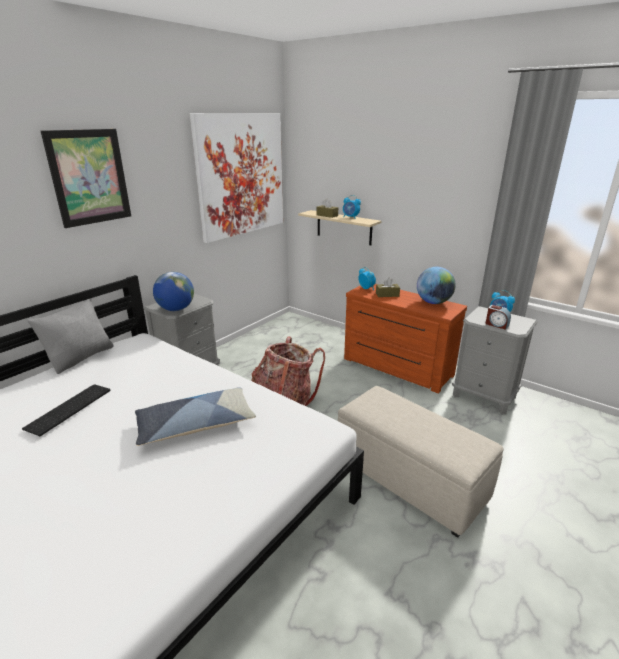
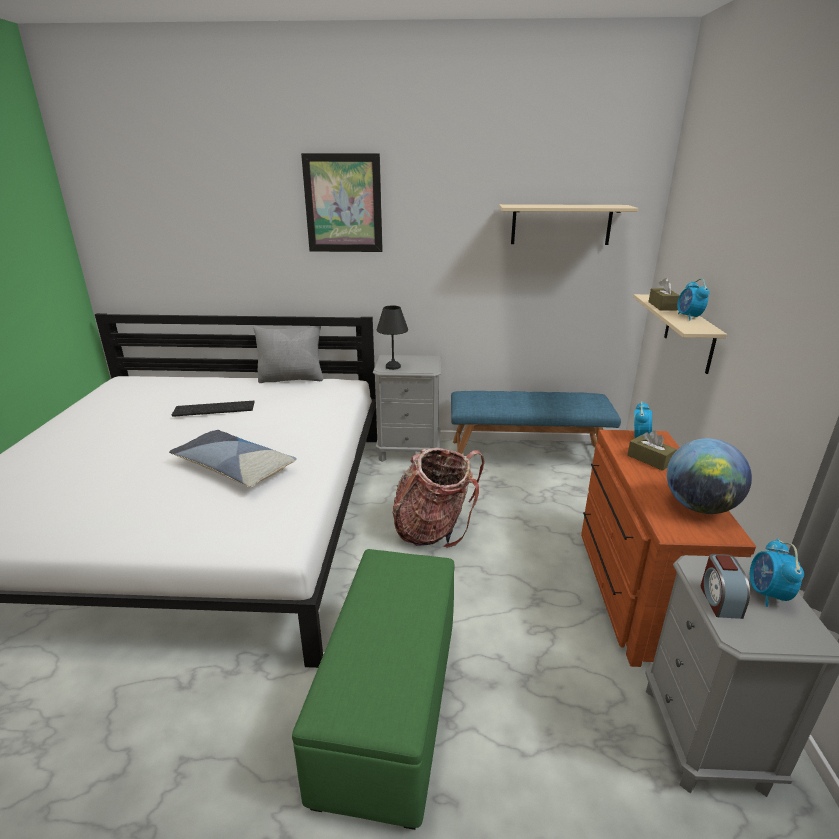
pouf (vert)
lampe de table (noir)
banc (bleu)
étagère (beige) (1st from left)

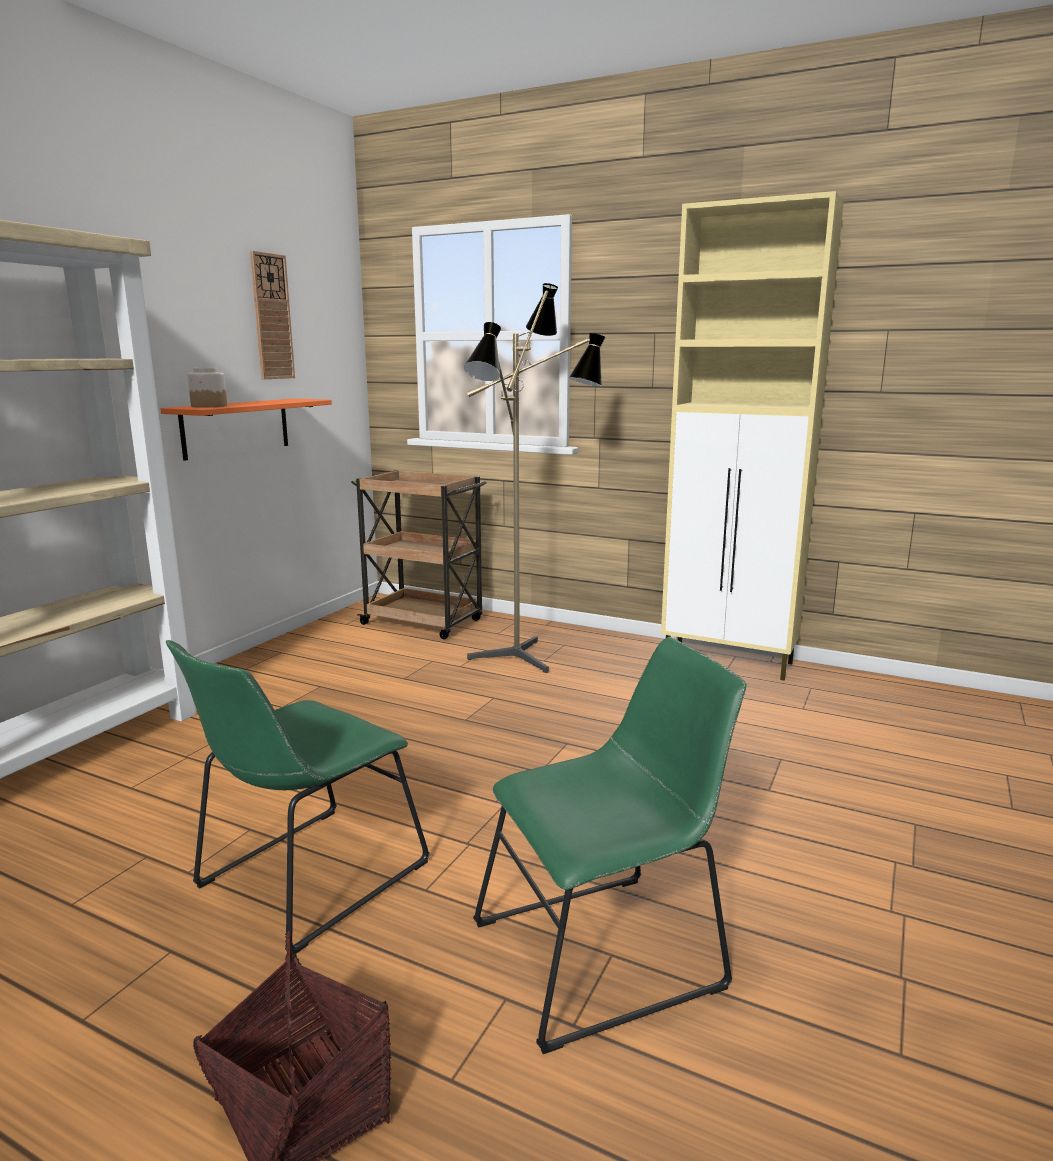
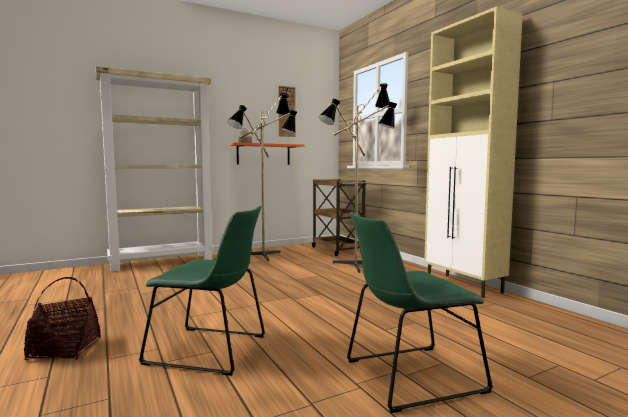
lampadaire (1st from left)
chaise (vert) (2nd from left)

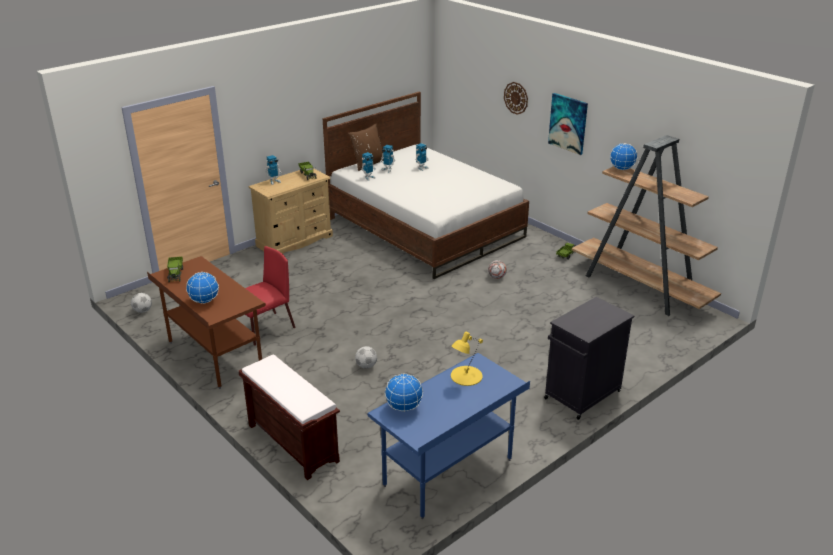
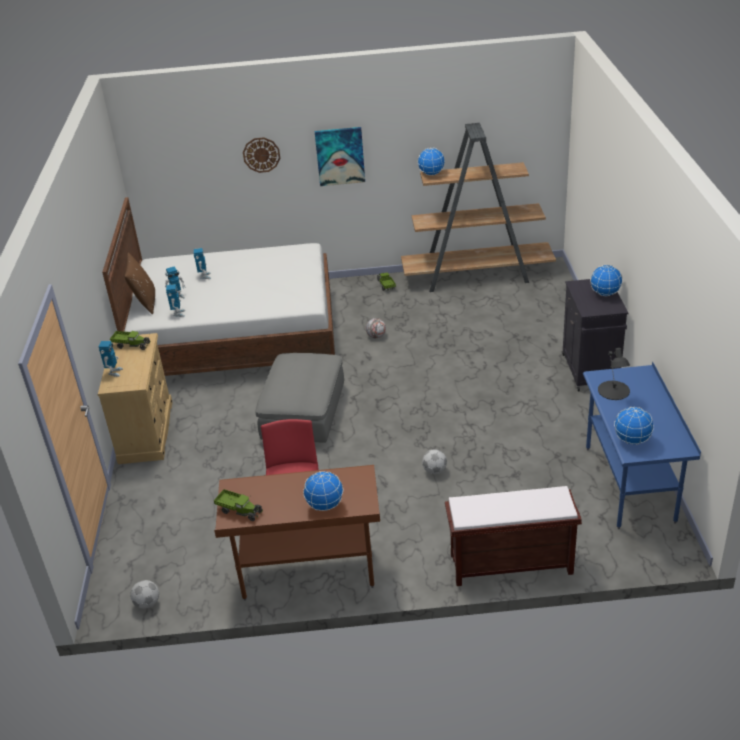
pouf (gris)
globe (3rd from left)
lampe de table (noir)

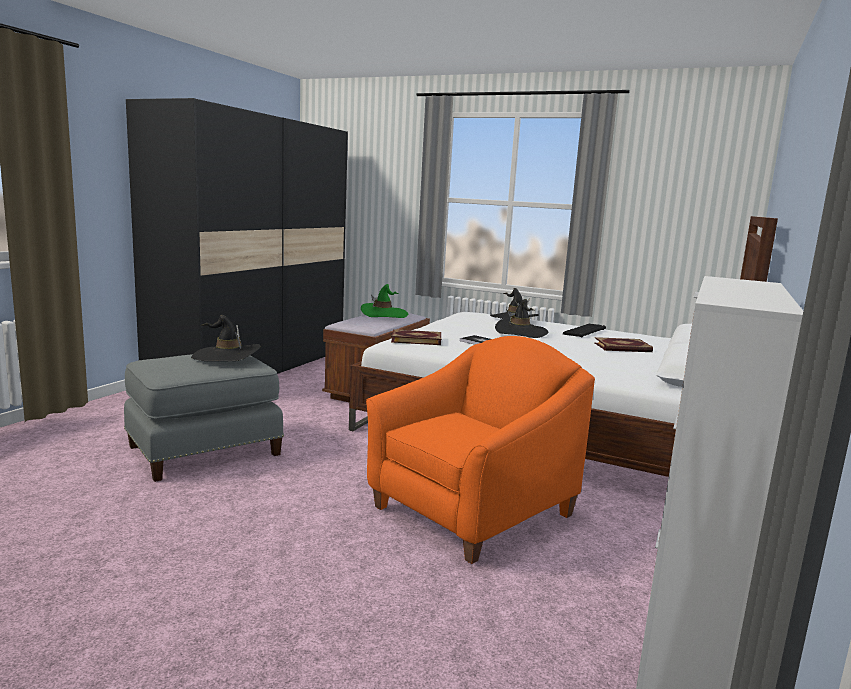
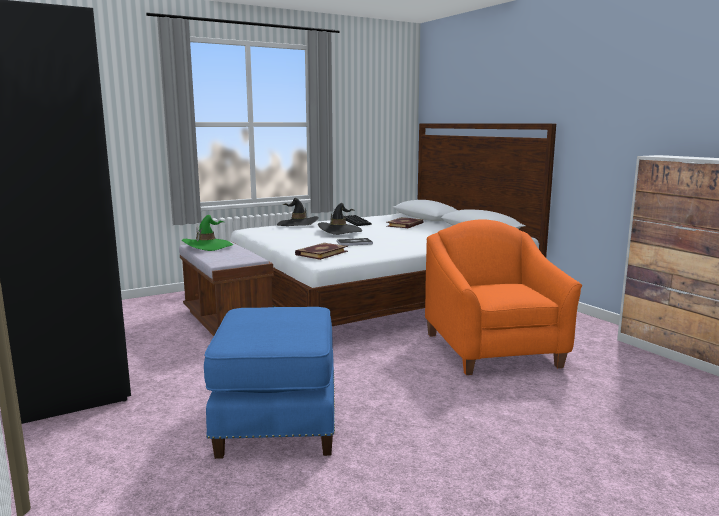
pouf (bleu)
chapeau (noir) (1st from left in the first image)

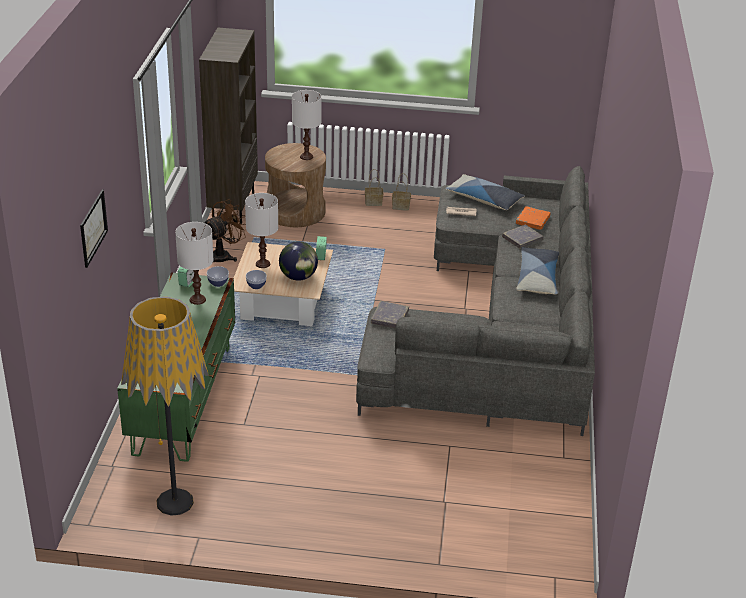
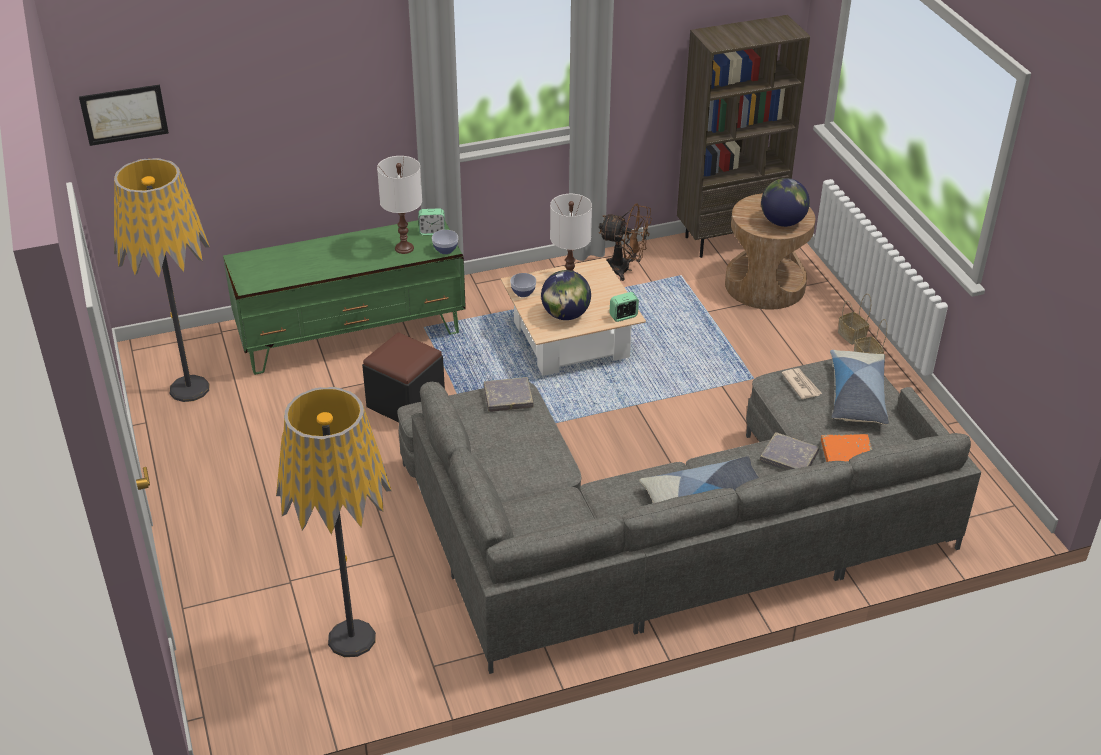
tableau
lampadaire (2nd from left)
pouf (noir)
globe (2nd from left)

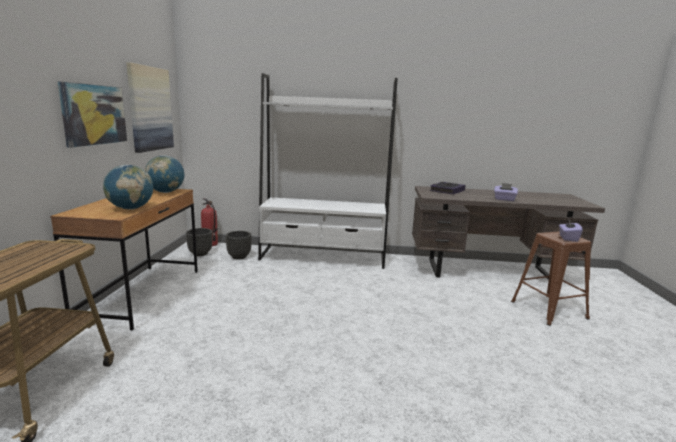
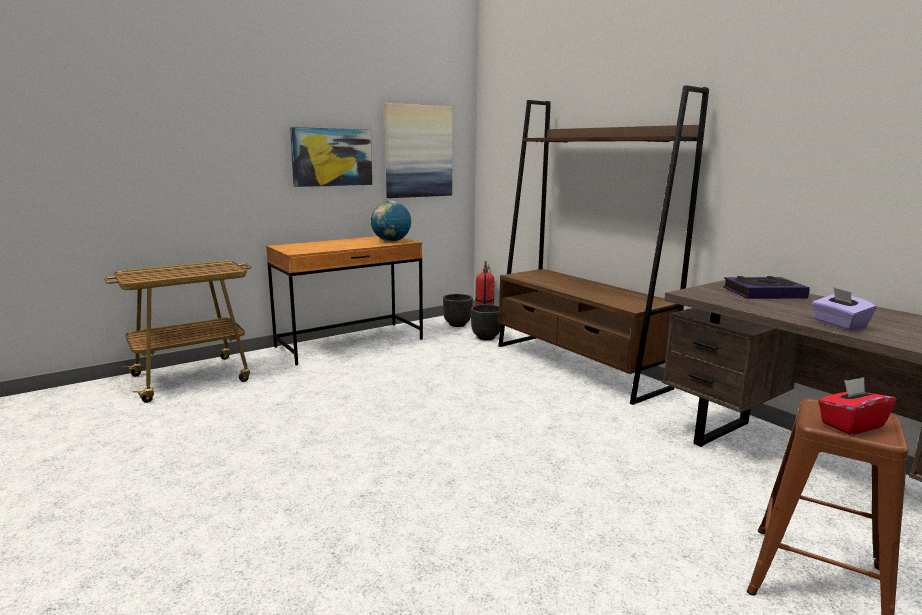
bibliothèque (marron)
boîte à mouchoirs (rouge)
globe (1st from left in the first image)

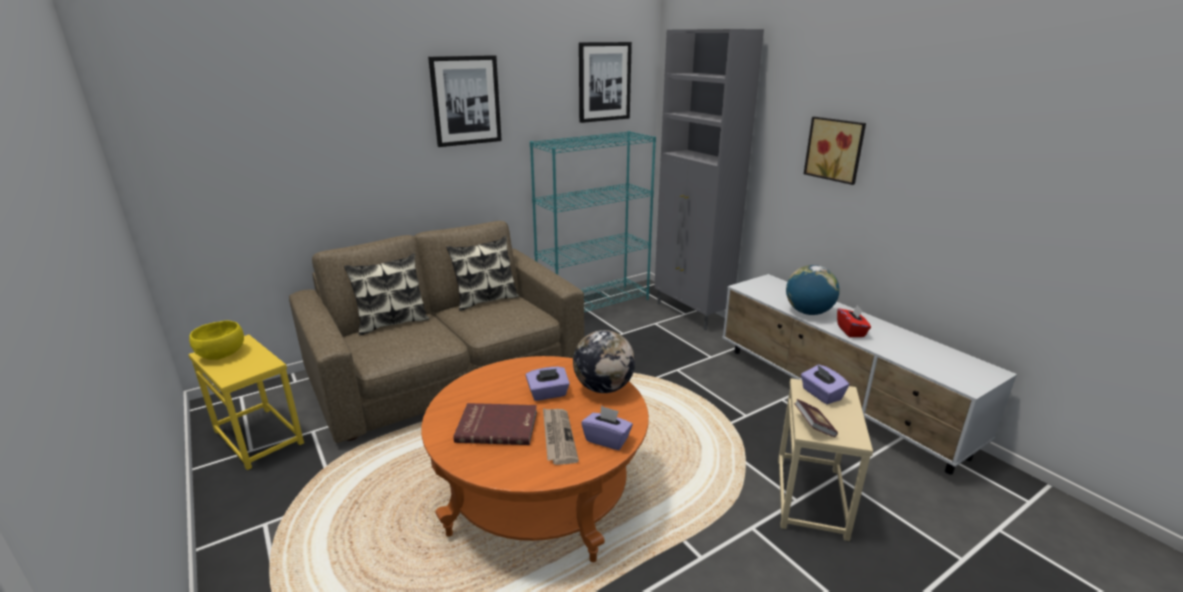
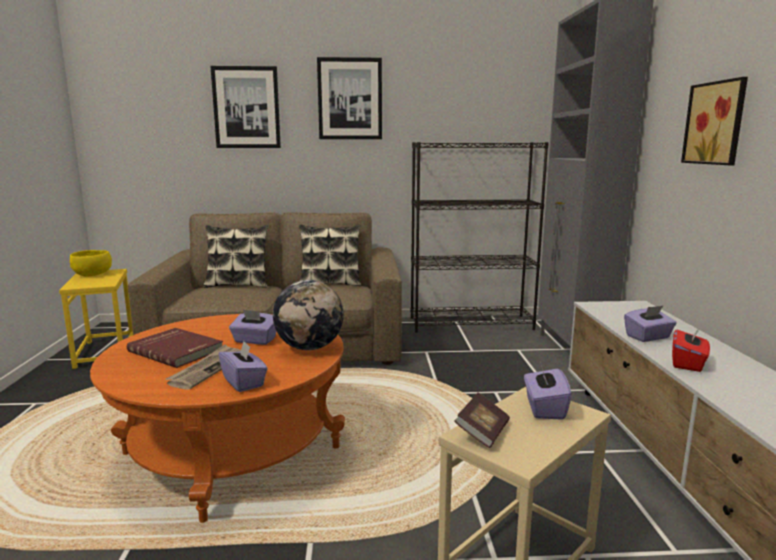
tableau (1st from left)
bibliothèque (noir)
boîte à mouchoirs (violet) (4th from left)

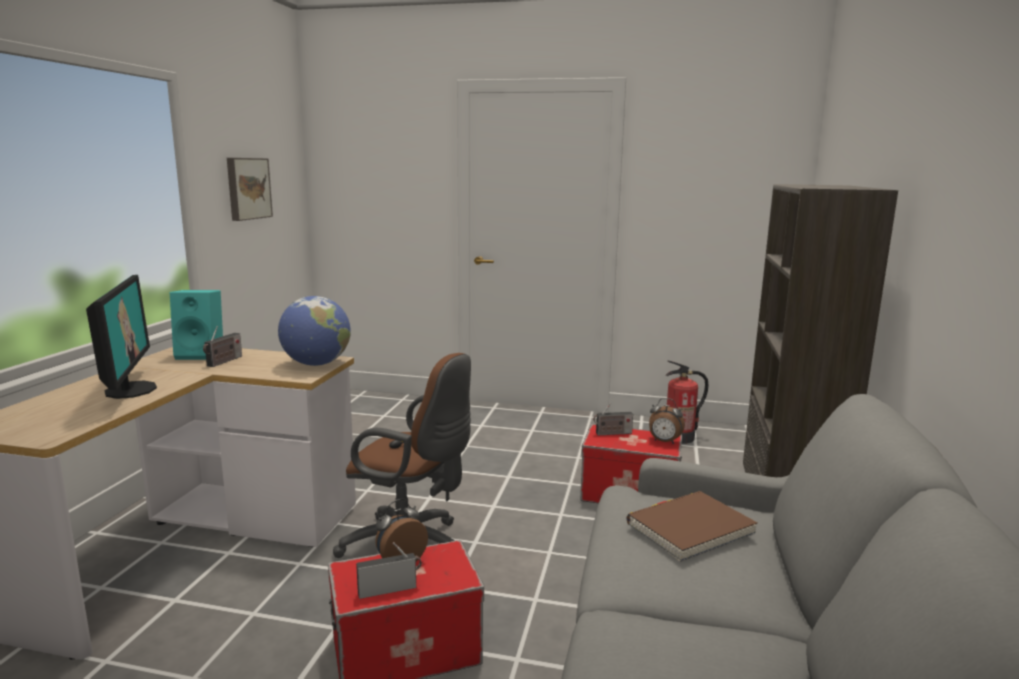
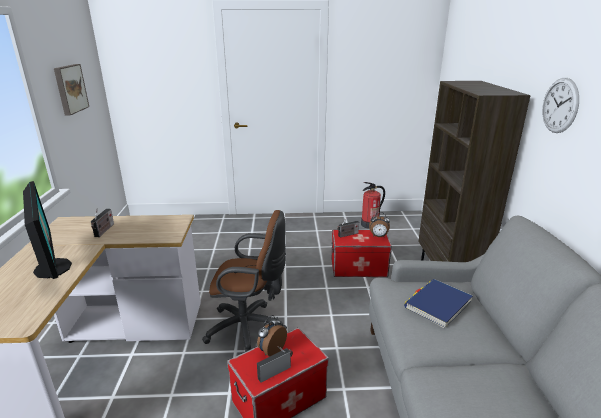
livre (bleu)
horloge murale
enceinte (turquoise)
globe

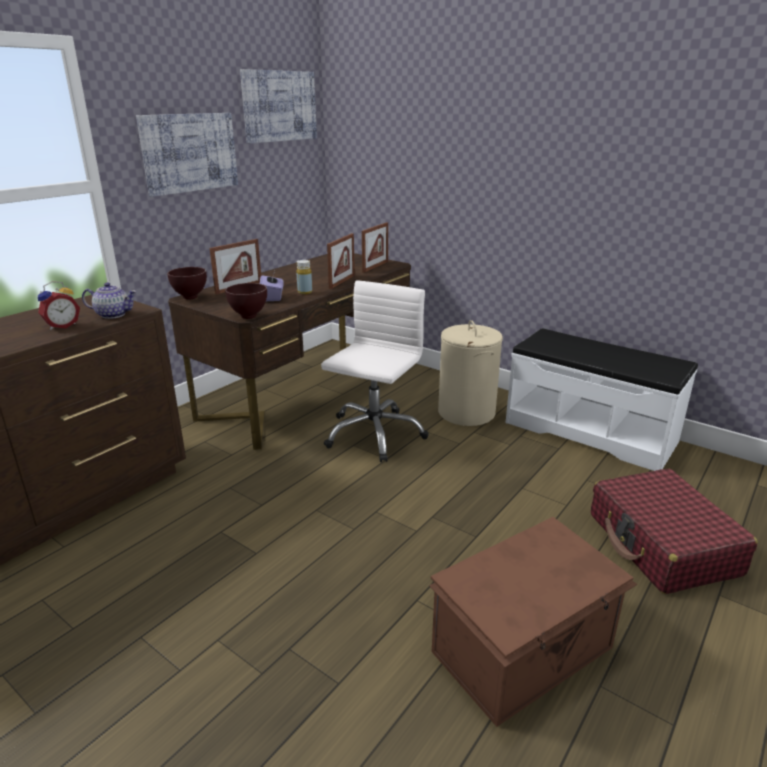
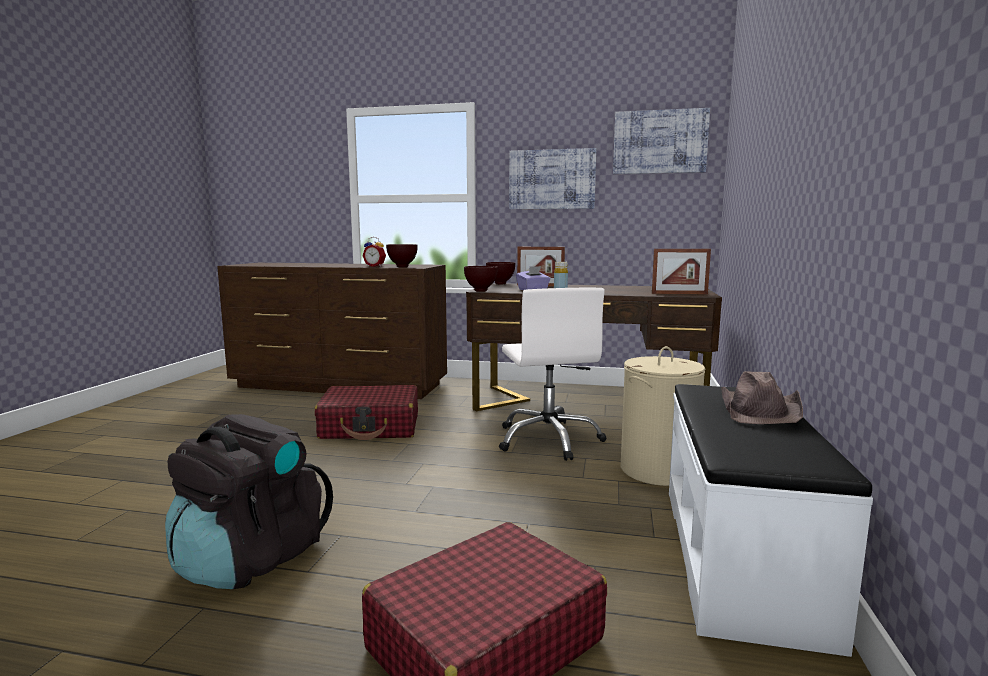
sac à dos (noir)
valise (rouge) (1st from left)
bol (marron) (1st from left)
chaise de bureau (blanc)
chapeau (marron)
cadre photo (2nd from left in the first image)

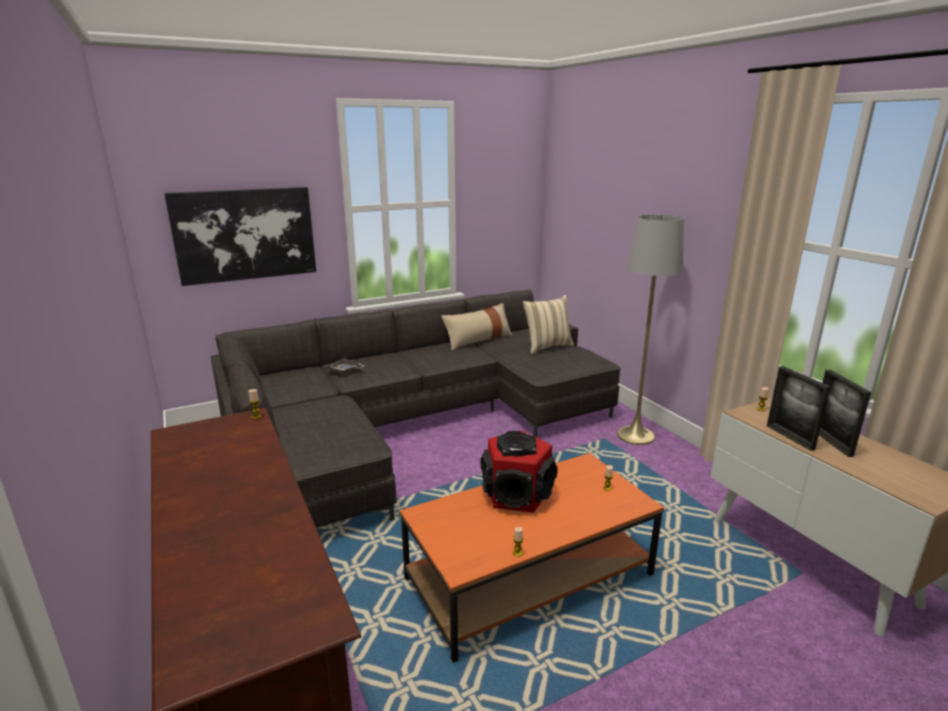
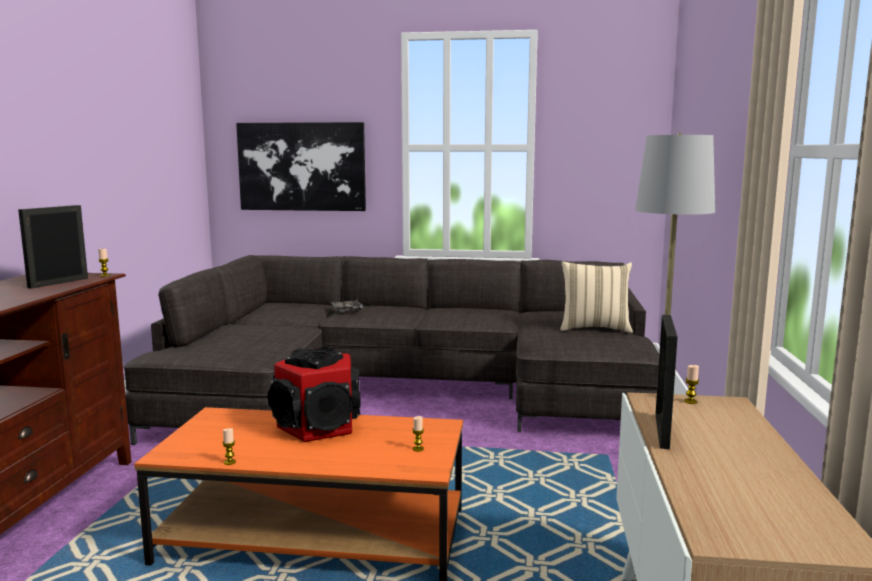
cadre photo (1st from left)
coussin (beige) (1st from left in the first image)

